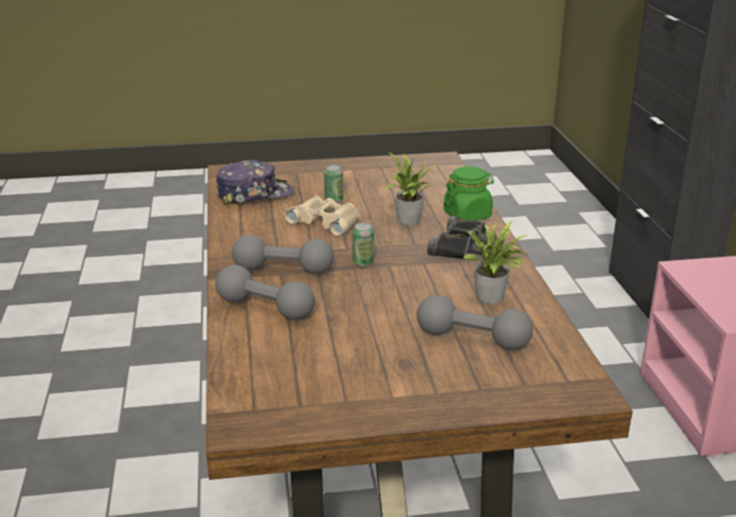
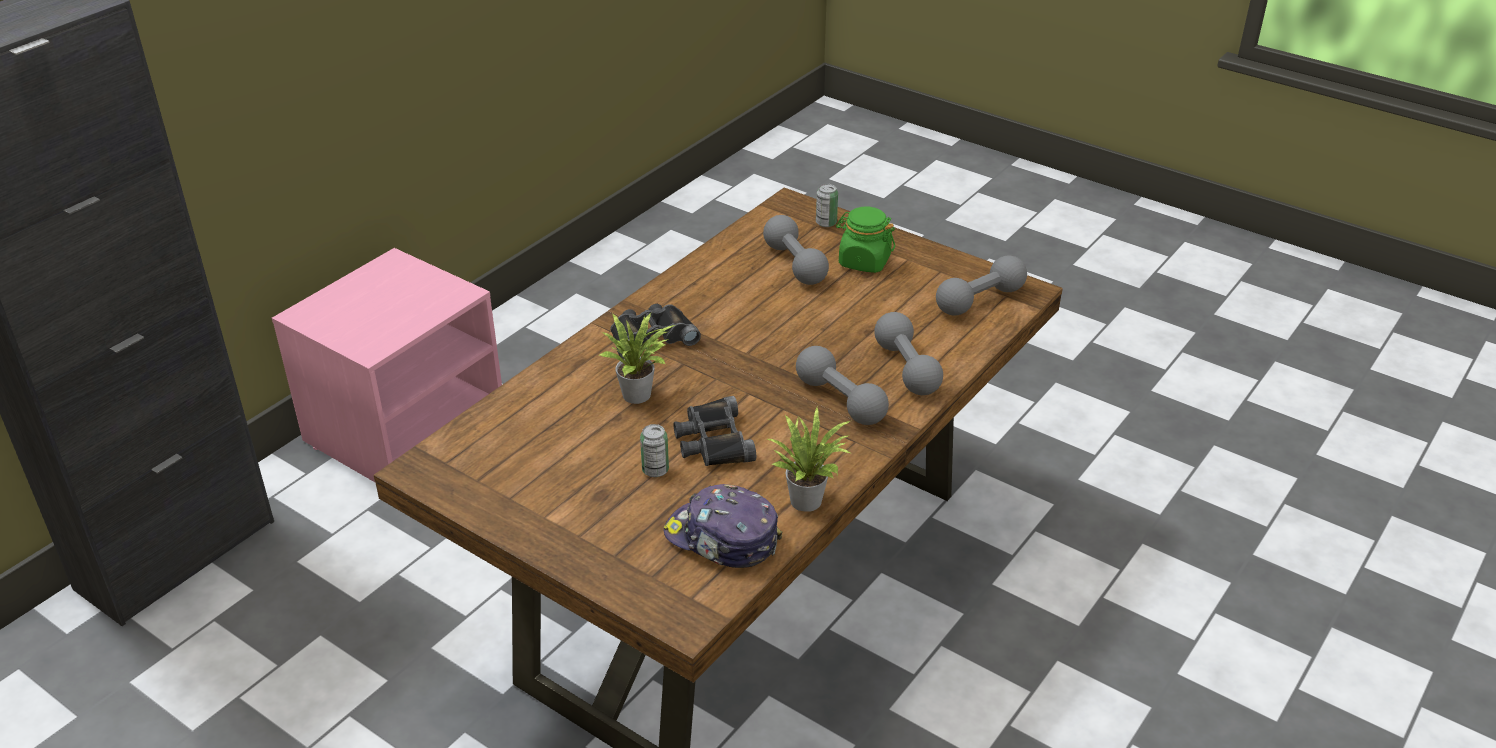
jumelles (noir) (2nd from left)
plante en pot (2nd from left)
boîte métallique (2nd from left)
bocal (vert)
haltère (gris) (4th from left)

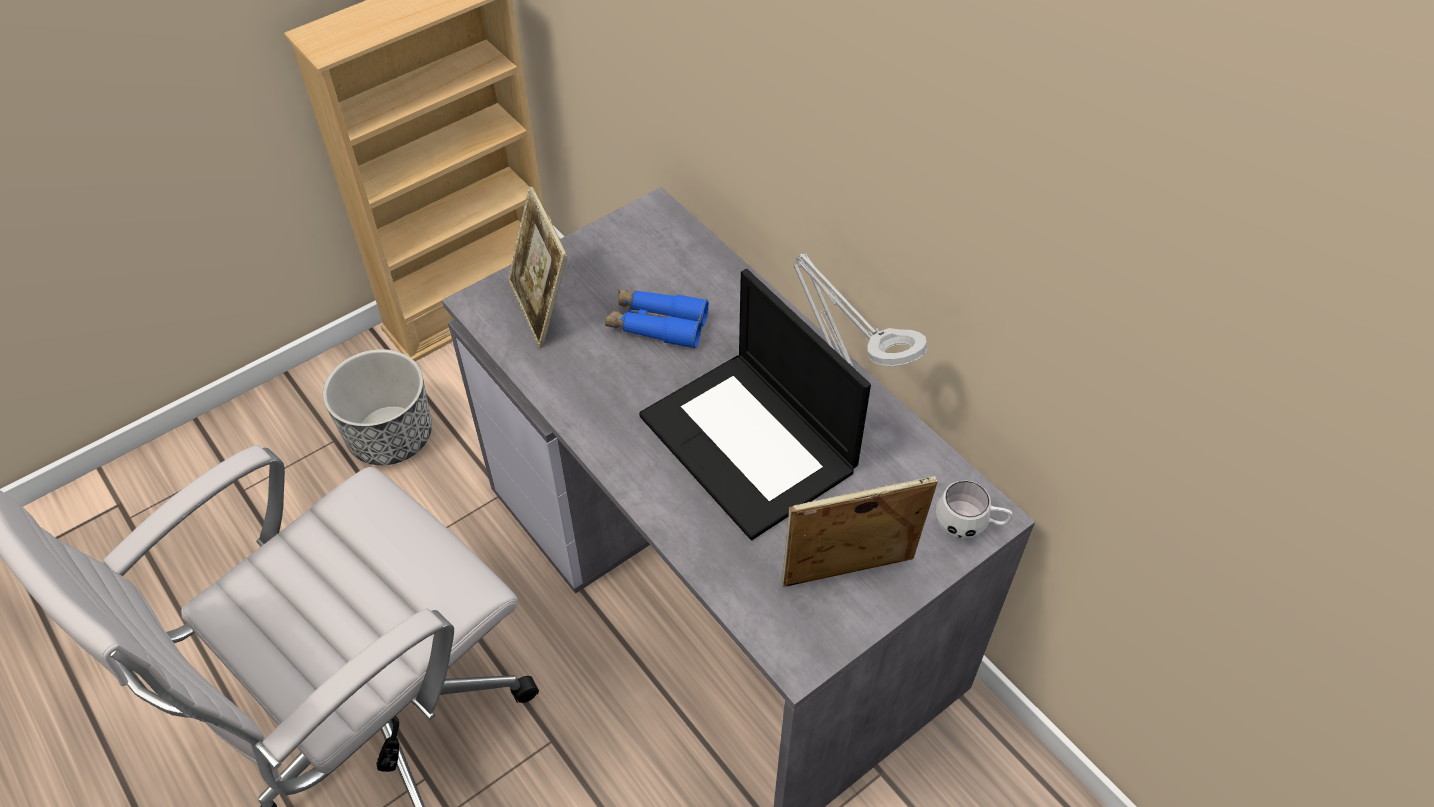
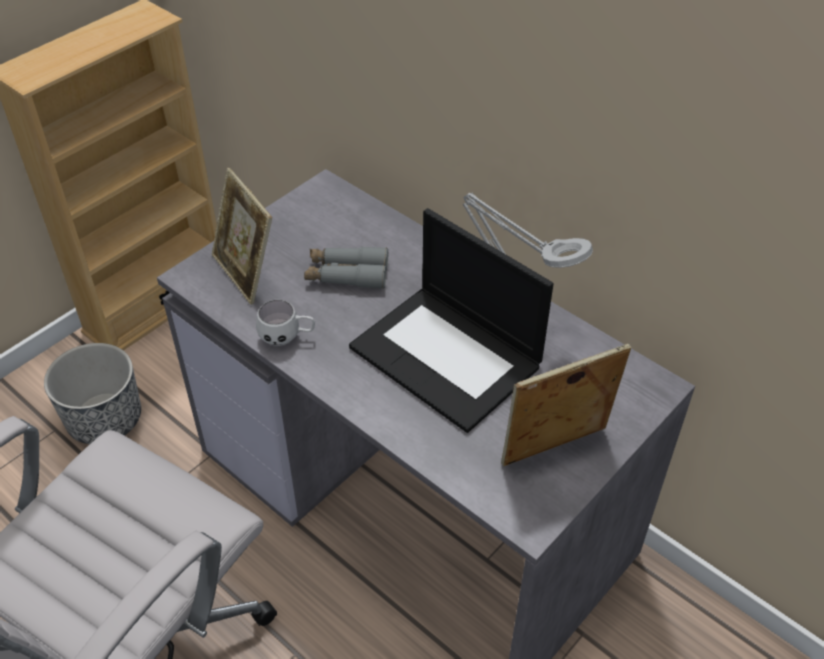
mug (blanc)
jumelles (gris)

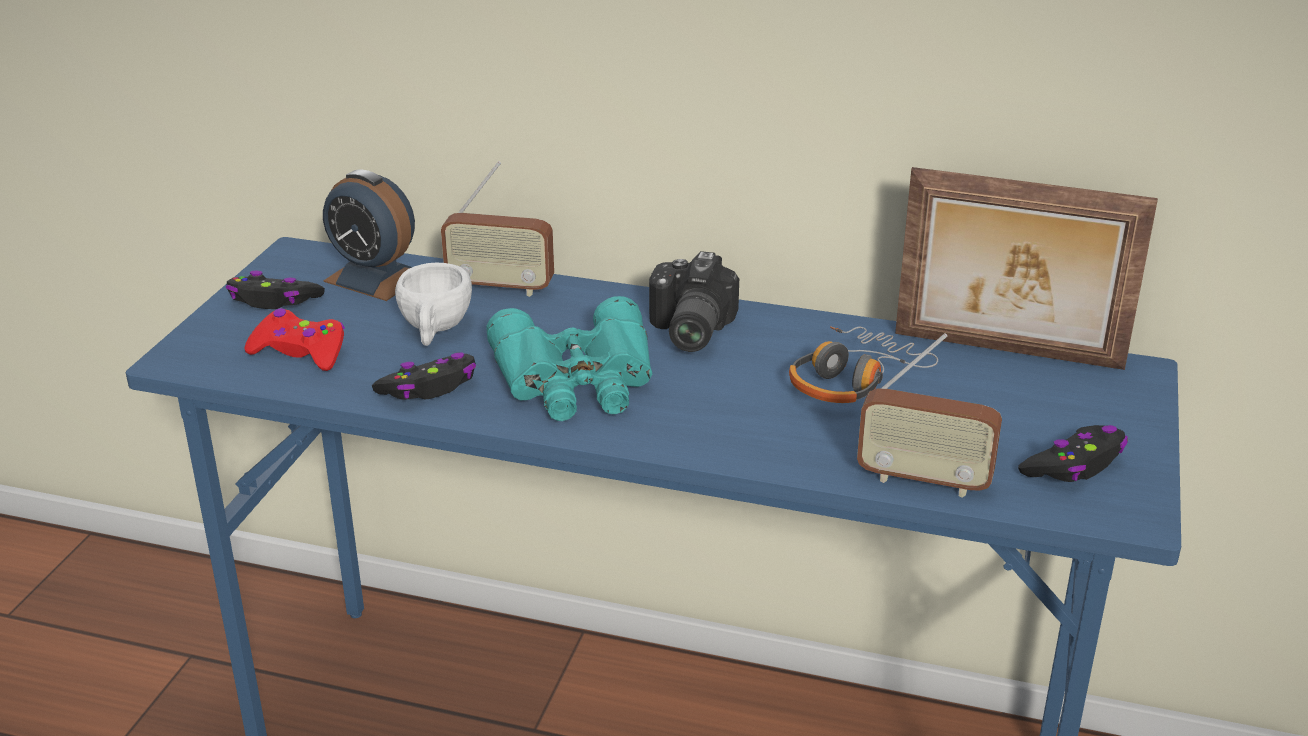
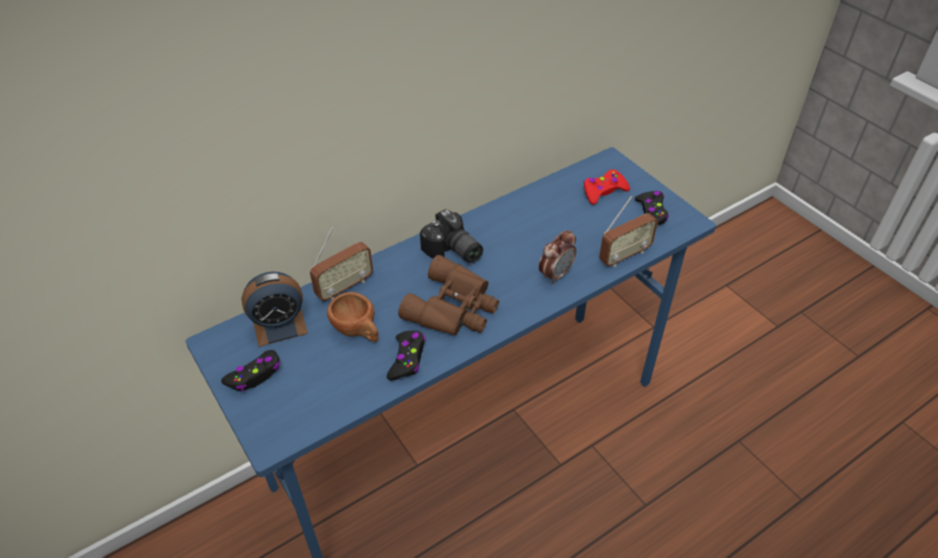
tasse (marron)
jumelles (marron)
réveil (2nd from left)
manette (rouge)
casque audio
cadre photo

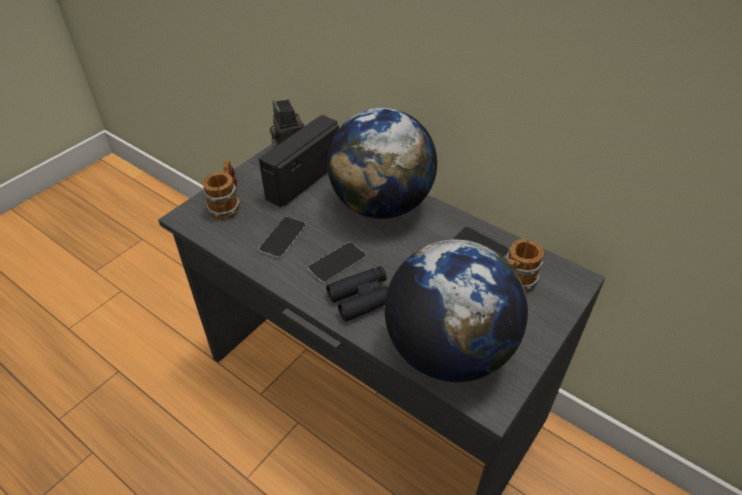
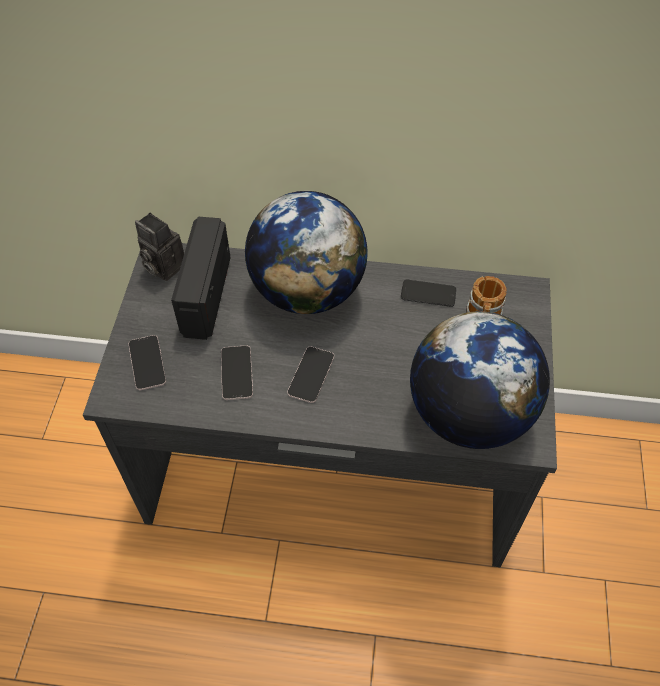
téléphone (1st from left)
jumelles (noir)

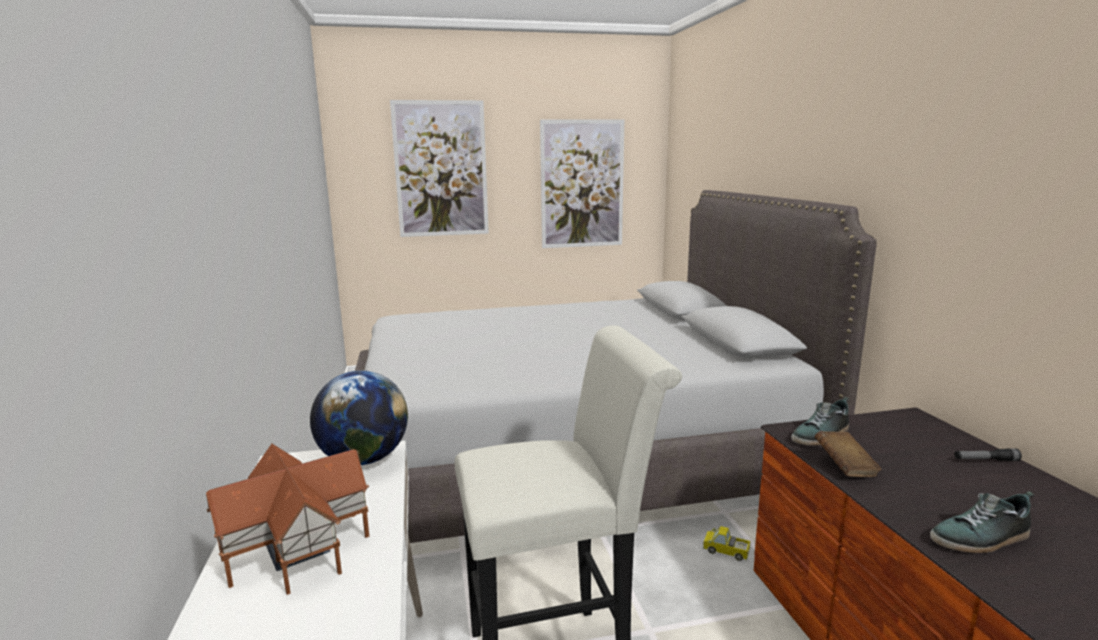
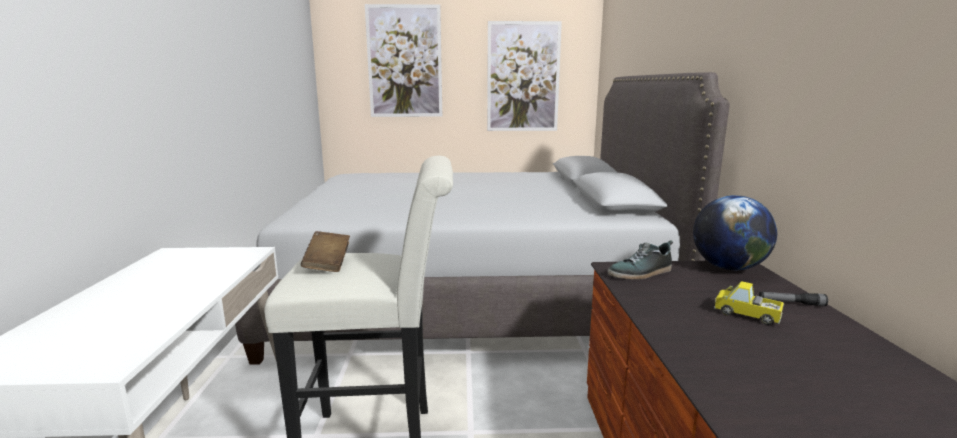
livre (marron)
globe
camion jouet
maison miniature
chaussure (2nd from left in the first image)

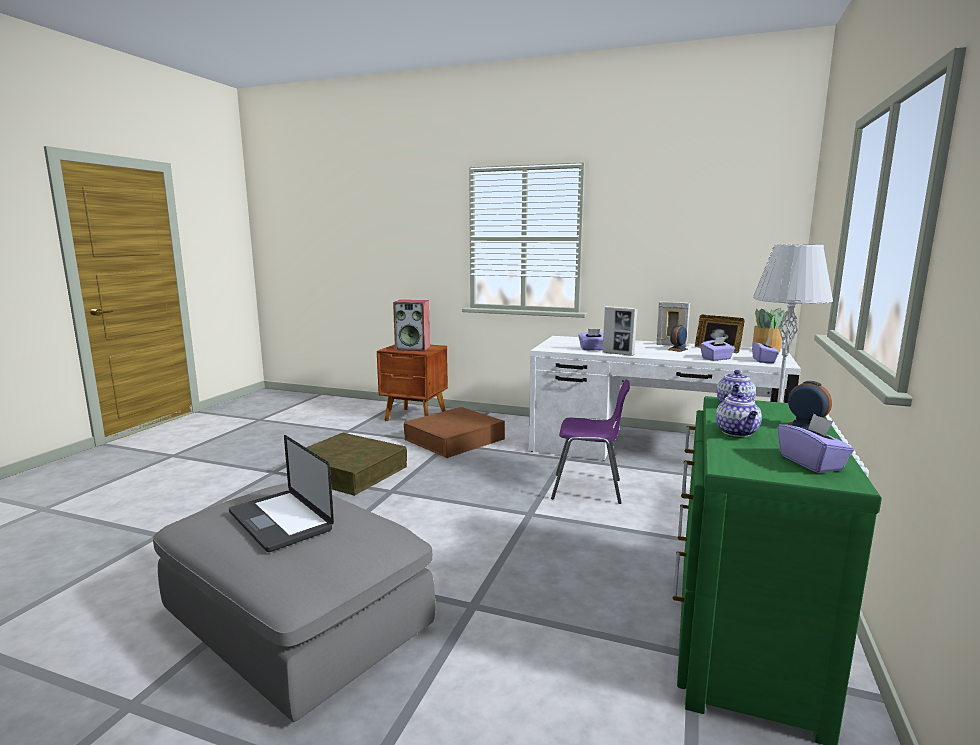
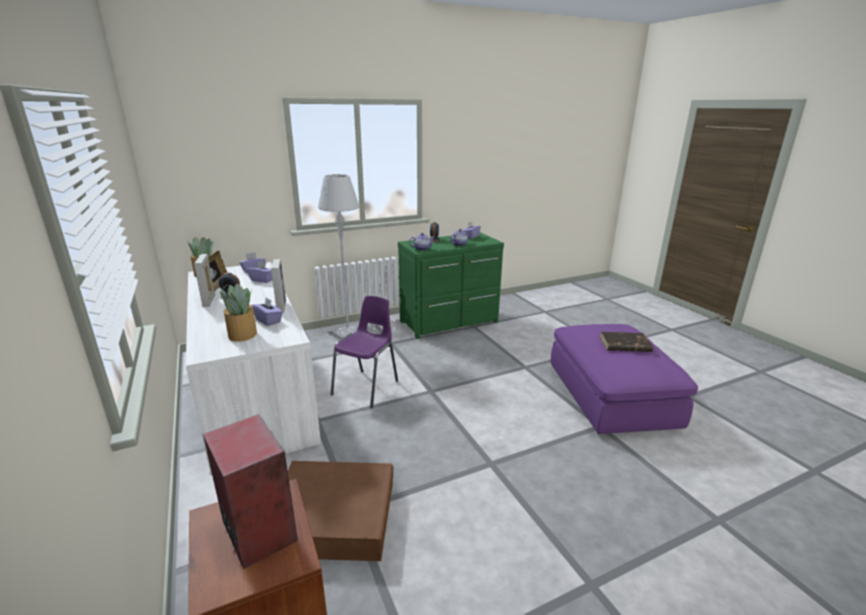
plante en pot (2nd from left)
chaise (violet)
pouf (violet)
livre (marron)
boîte de rangement (marron) (1st from left in the first image)

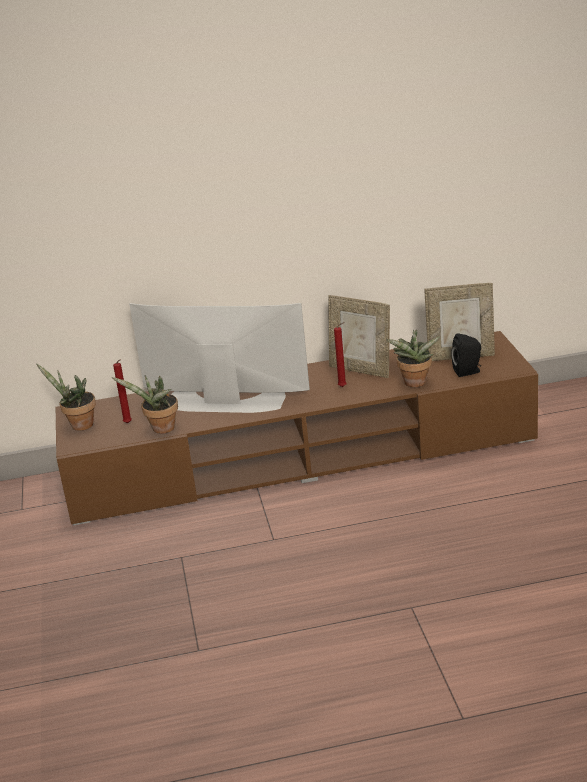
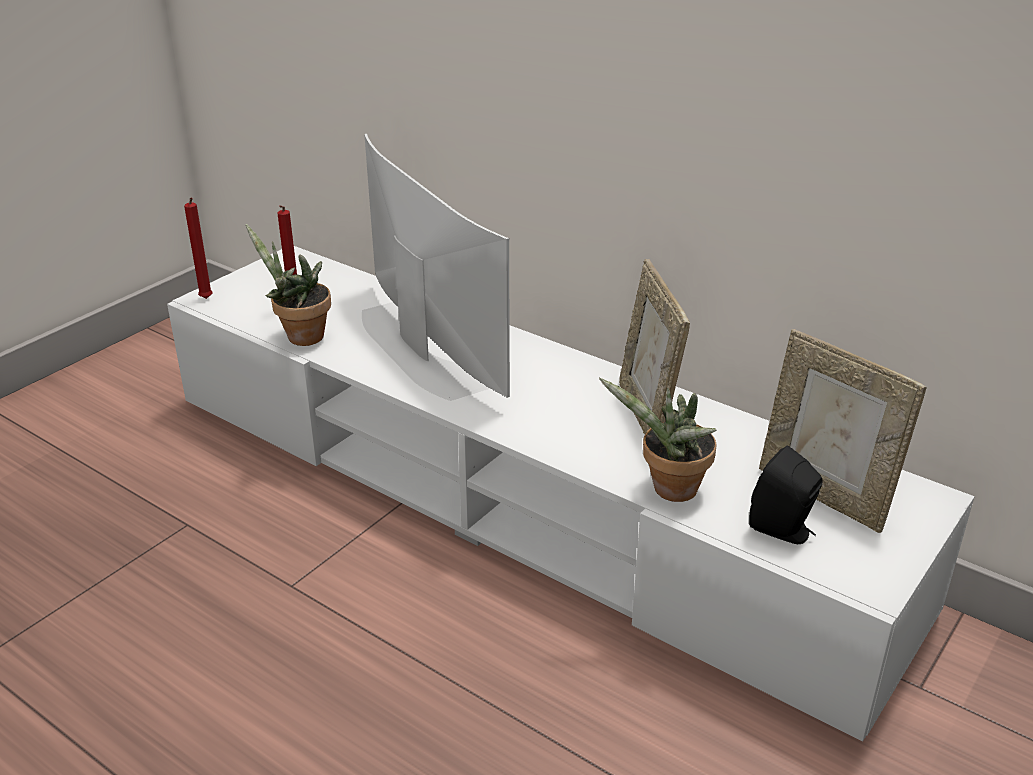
meuble télé (blanc)
bougie (rouge) (1st from left)
plante en pot (1st from left in the first image)

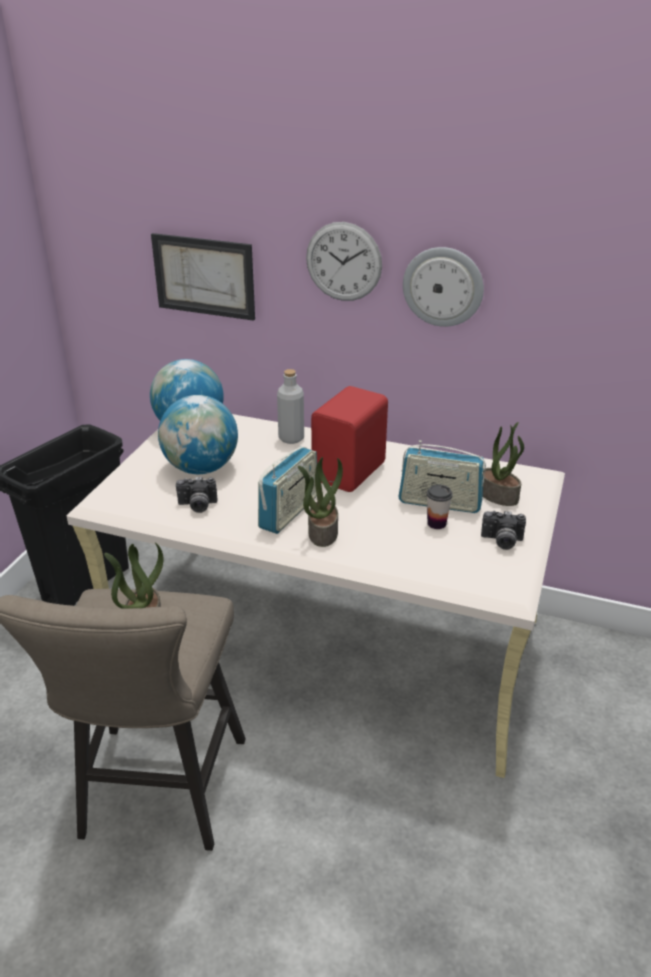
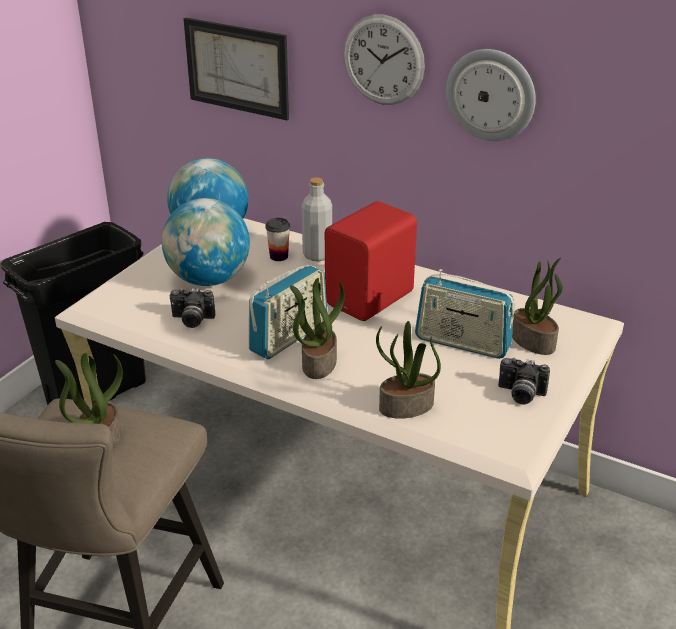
tasse
plante en pot (3rd from left)

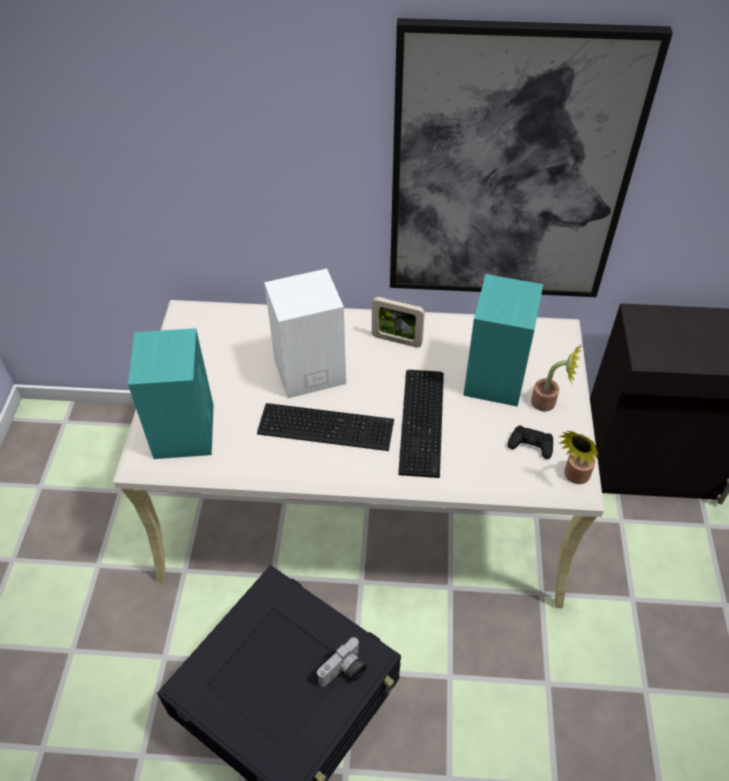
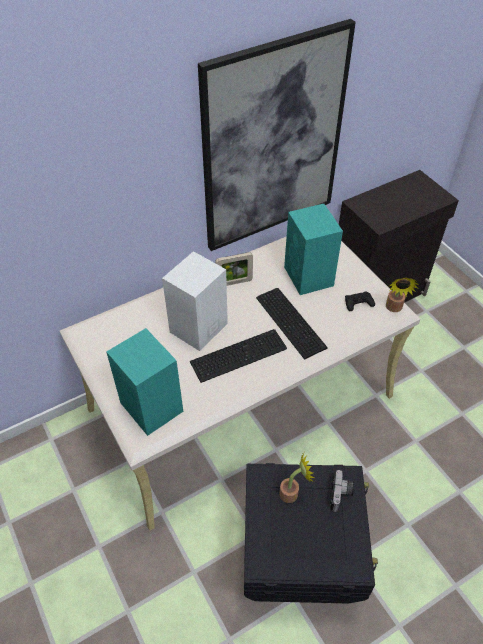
plante en pot (1st from left)

